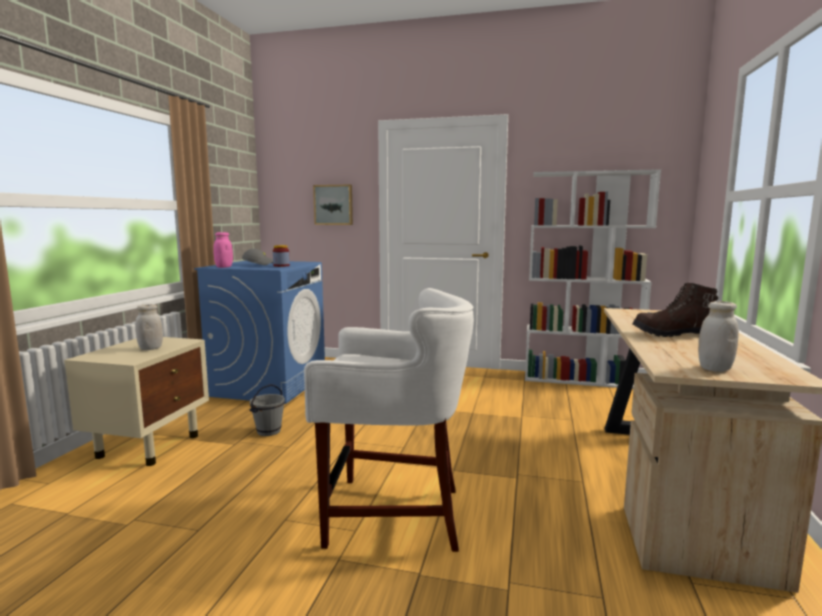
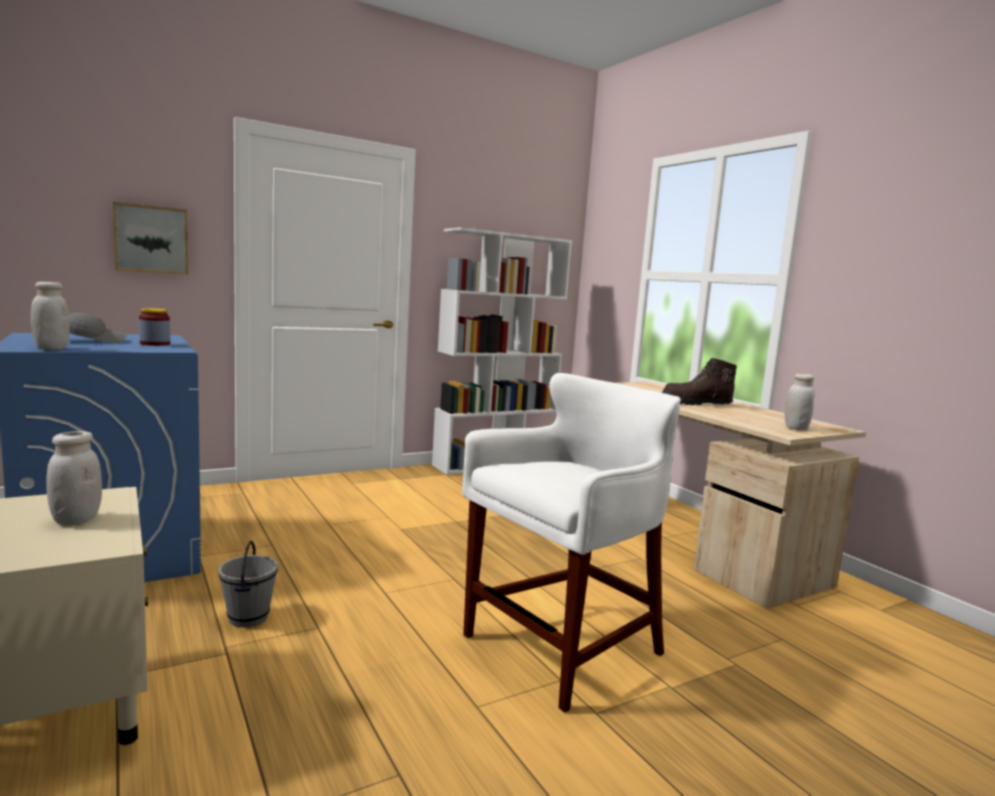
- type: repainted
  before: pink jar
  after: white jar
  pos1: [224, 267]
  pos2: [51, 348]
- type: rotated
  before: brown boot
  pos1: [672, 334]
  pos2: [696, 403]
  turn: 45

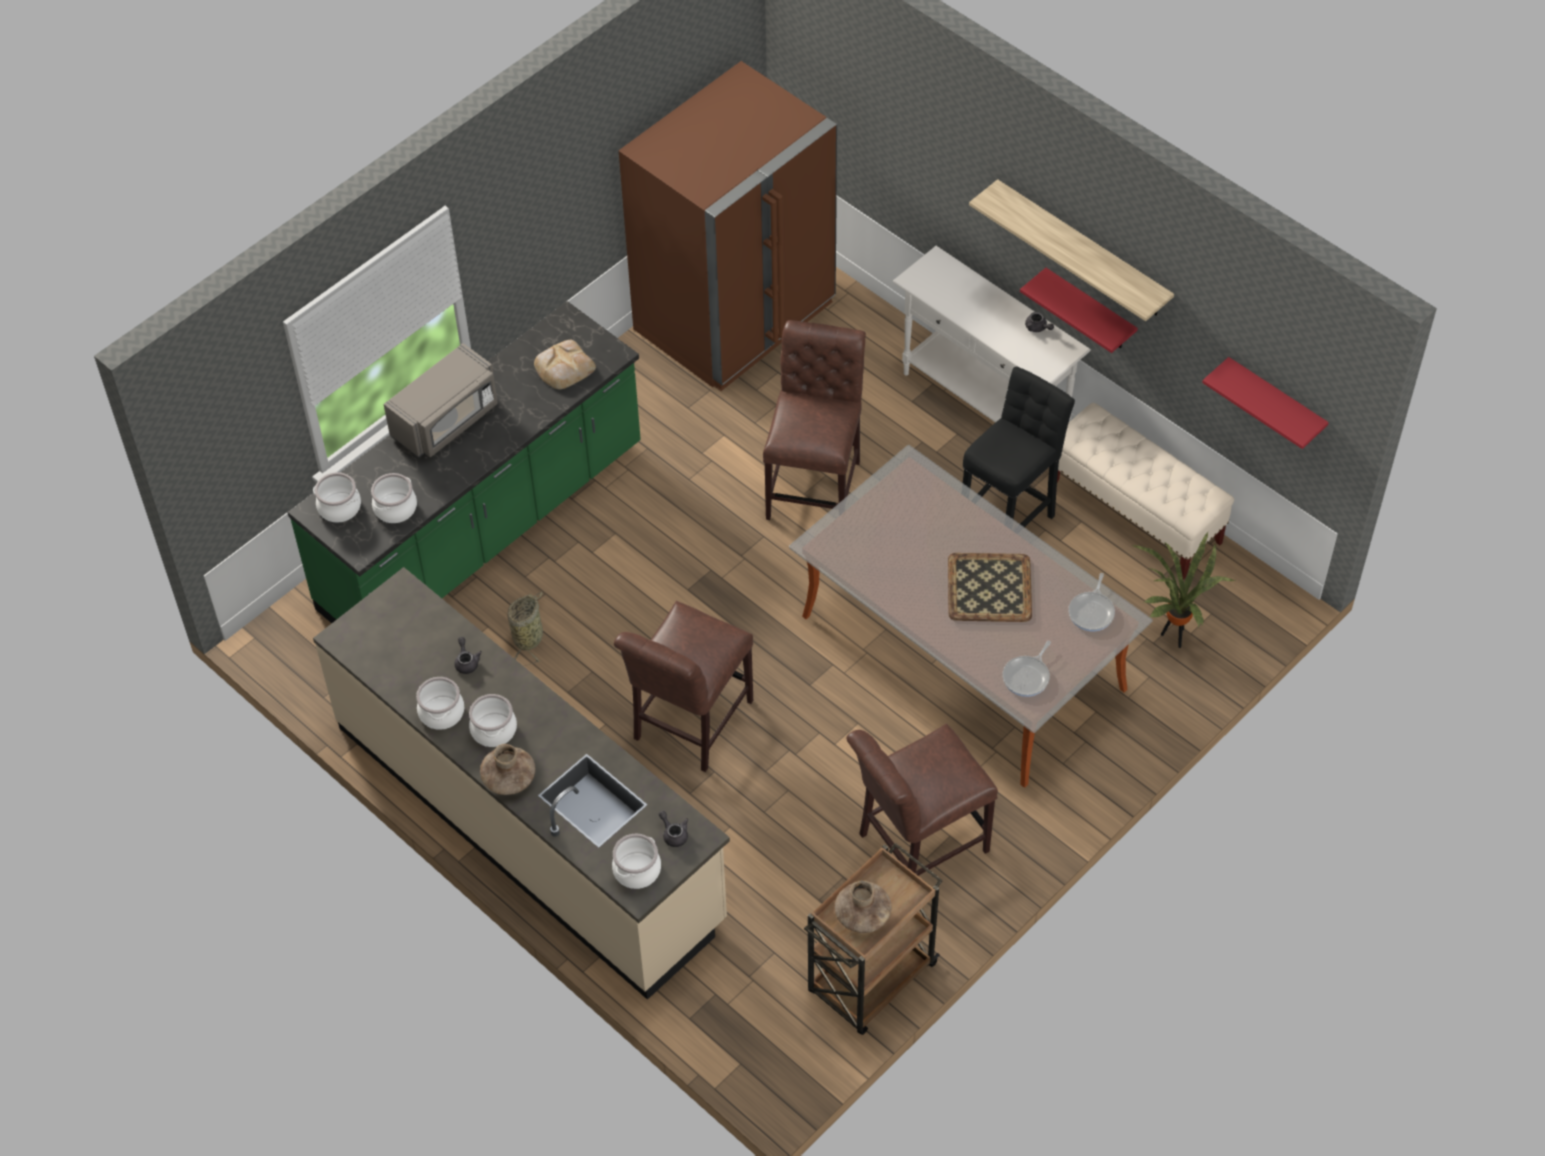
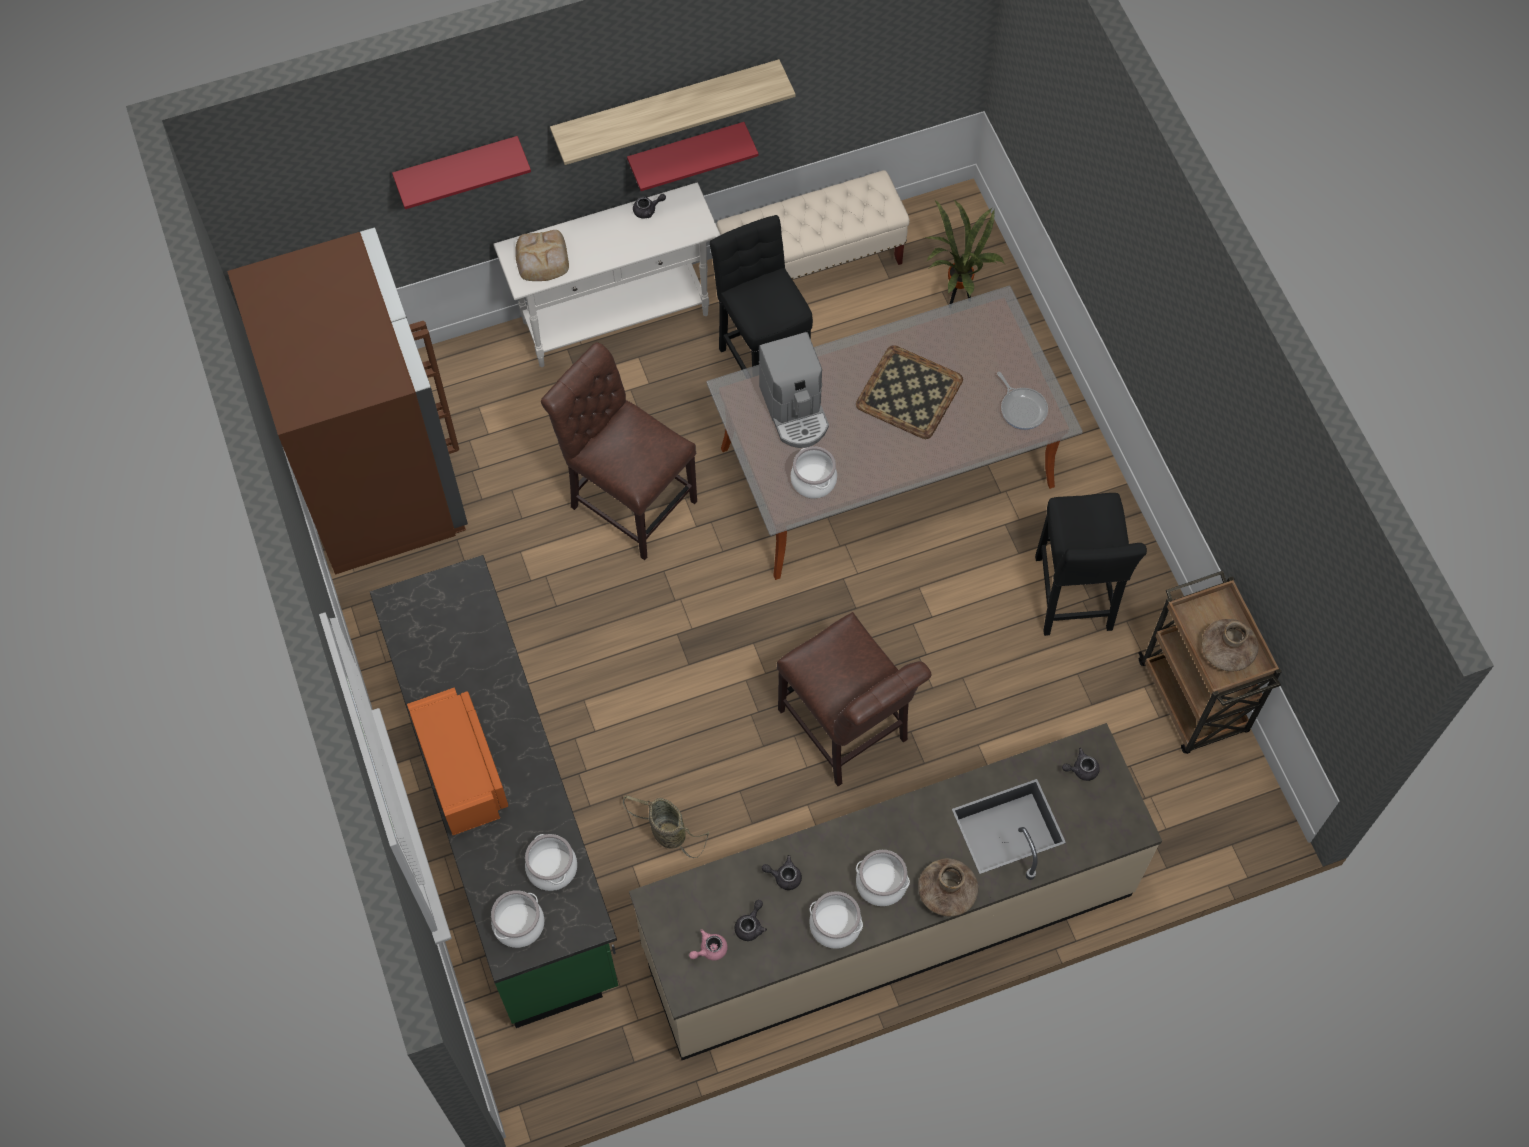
- type: shifted
  before: red shelf
  pos1: [1275, 403]
  pos2: [458, 168]
- type: repainted
  before: grey microwave
  after: orange microwave
  pos1: [447, 420]
  pos2: [462, 771]
- type: shifted
  before: bread
  pos1: [563, 367]
  pos2: [541, 259]
- type: new
  after: pink teapot
  pos2: [709, 949]
- type: new
  after: grey teapot
  pos2: [750, 925]
- type: new
  after: coffee machine
  pos2: [795, 411]
- type: shifted
  before: cooking pot
  pos1: [636, 869]
  pos2: [813, 481]
- type: swapped
  before: brown chair
  after: black stool
  pos1: [916, 845]
  pos2: [1072, 599]
- type: gone
  before: frying pan
  pos1: [1092, 611]

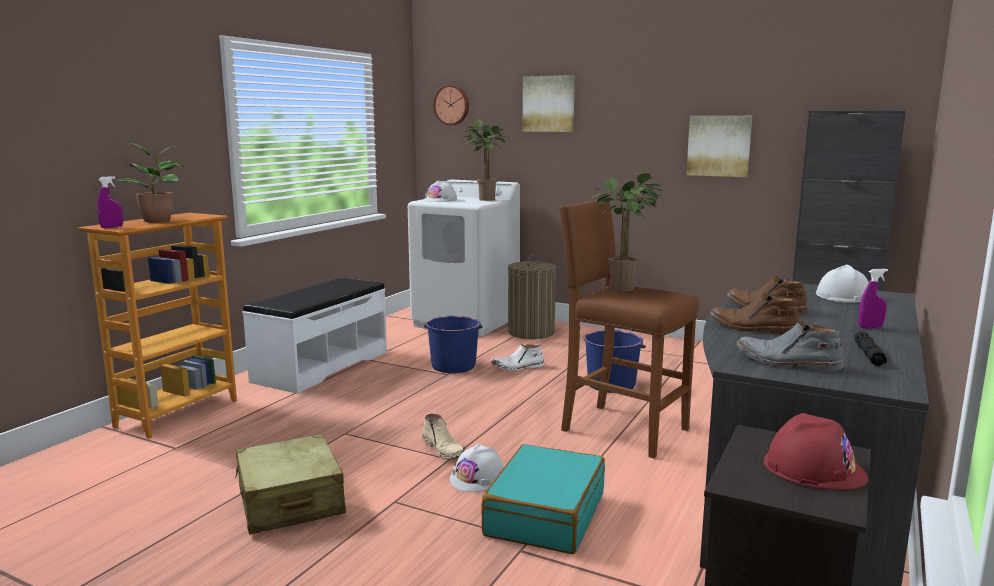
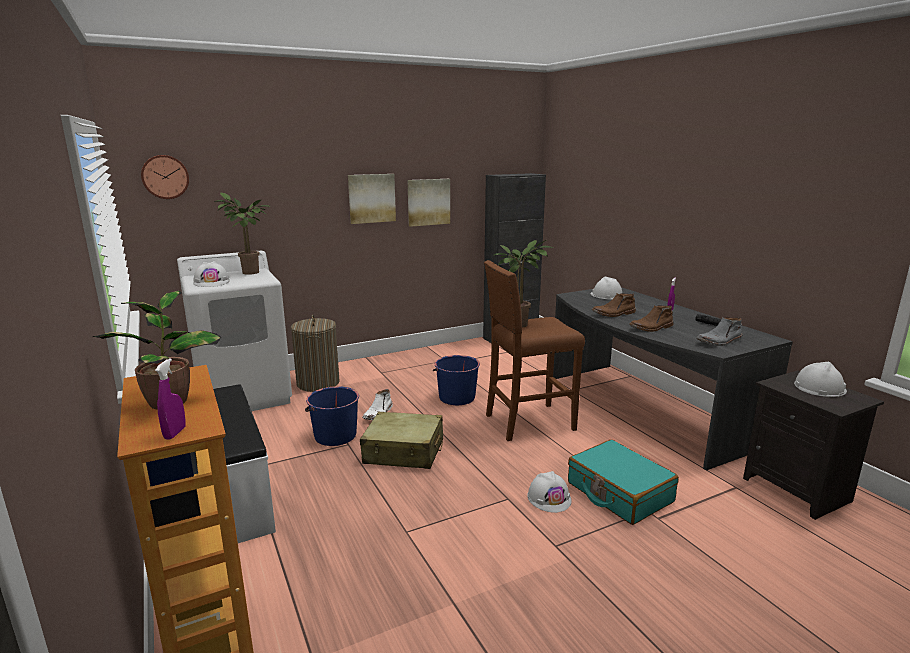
- type: shifted
  before: picture
  pos1: [549, 104]
  pos2: [371, 198]
- type: shifted
  before: beige suitcase
  pos1: [290, 501]
  pos2: [404, 452]
- type: repainted
  before: red hard hat
  after: white hard hat
  pos1: [813, 468]
  pos2: [819, 387]
- type: gone
  before: beige boot
  pos1: [444, 450]

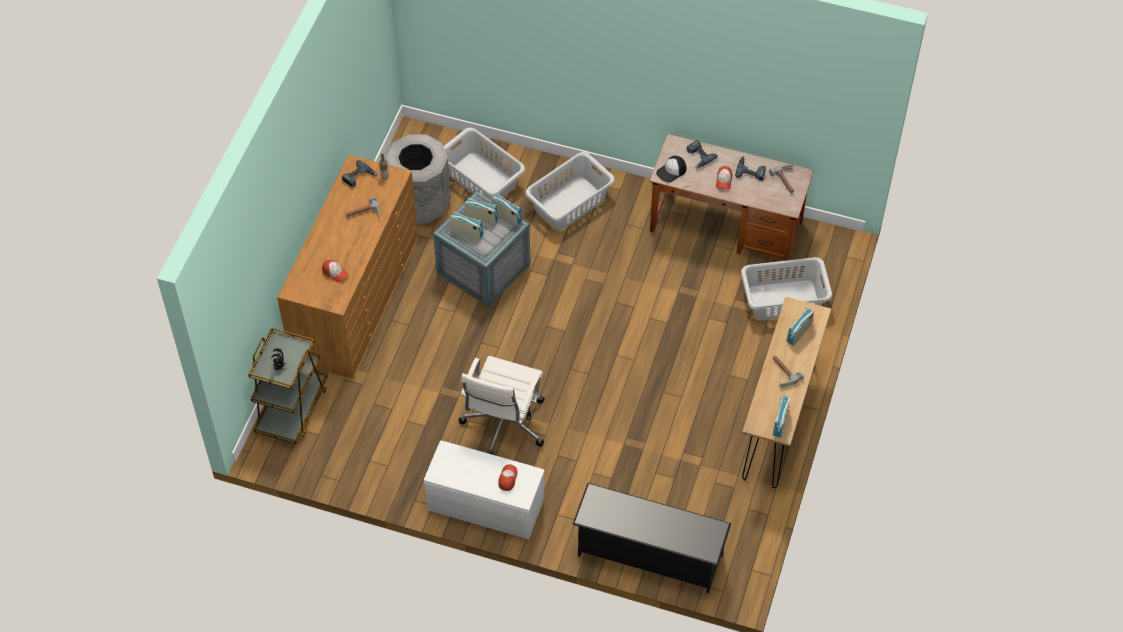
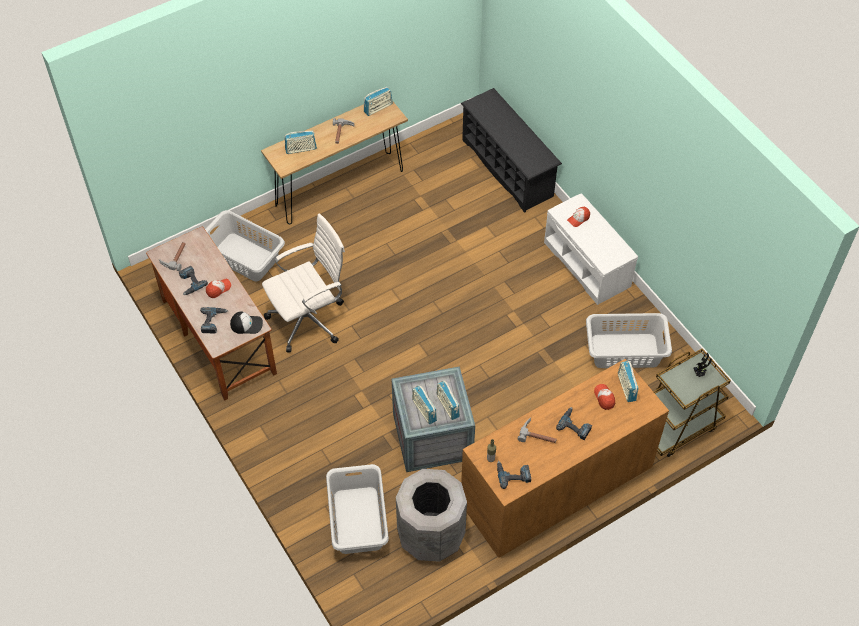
- type: shifted
  before: white office chair
  pos1: [503, 425]
  pos2: [309, 319]
- type: new
  after: power drill
  pos2: [575, 425]
- type: shifted
  before: grey laundry basket
  pos1: [570, 204]
  pos2: [624, 350]
- type: shifted
  before: radio
  pos1: [506, 216]
  pos2: [626, 387]

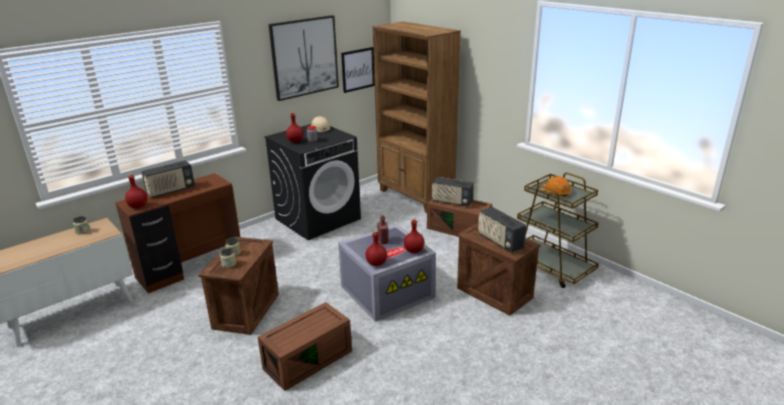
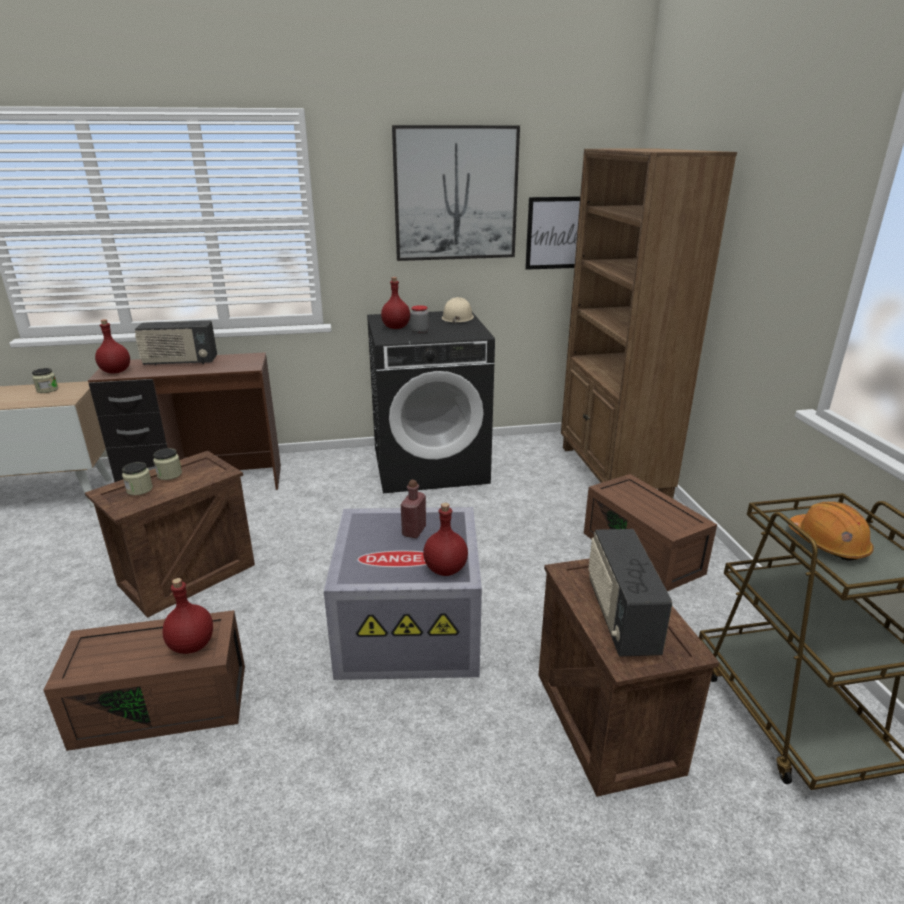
- type: shifted
  before: red bottle
  pos1: [376, 263]
  pos2: [191, 646]
- type: gone
  before: radio
  pos1: [452, 202]

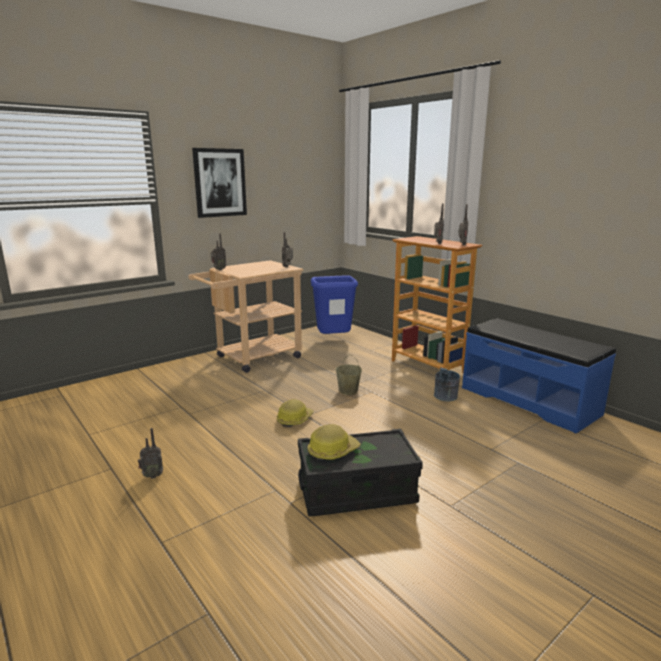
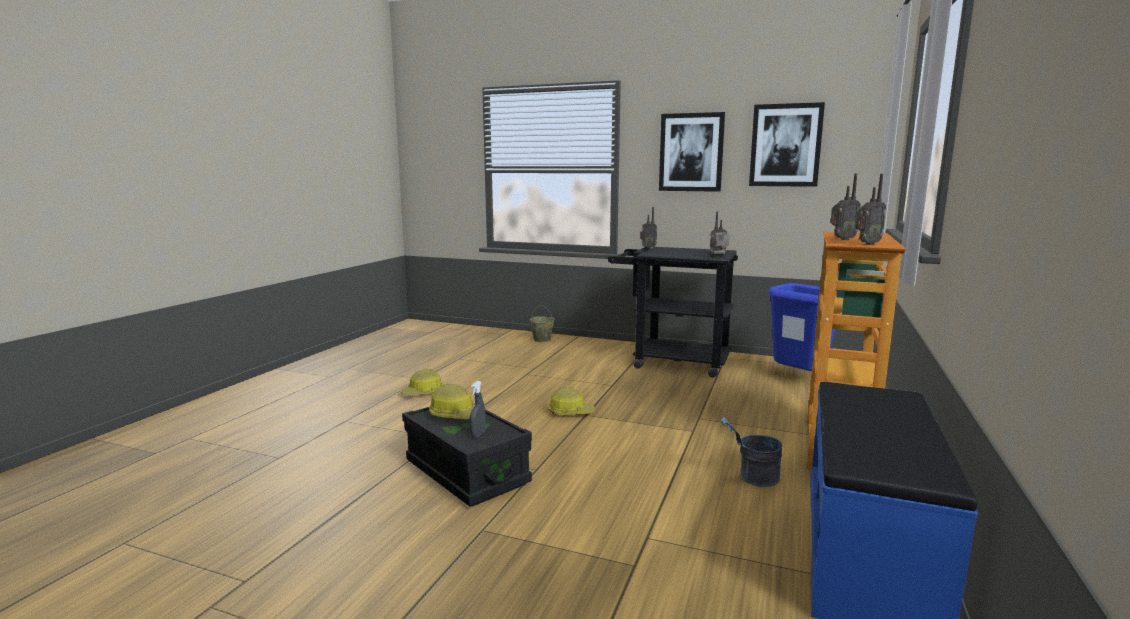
- type: swapped
  before: radio
  after: hard hat
  pos1: [152, 475]
  pos2: [423, 392]
- type: new
  after: grey spray bottle
  pos2: [478, 434]
- type: shifted
  before: beige bucket
  pos1: [348, 391]
  pos2: [542, 340]
- type: repainted
  before: beige cart
  after: black cart
  pos1: [252, 358]
  pos2: [671, 361]
- type: new
  after: picture
  pos2: [785, 145]

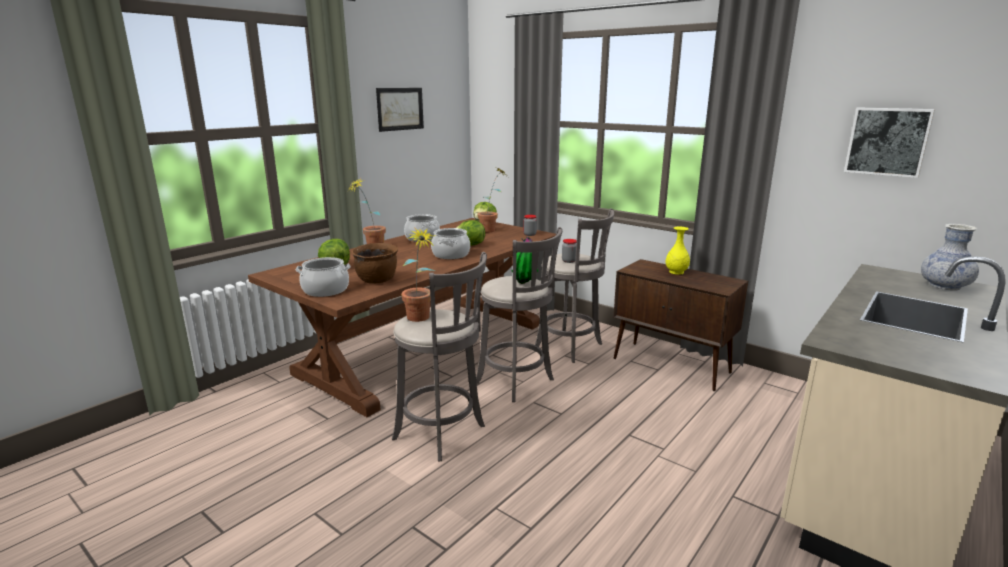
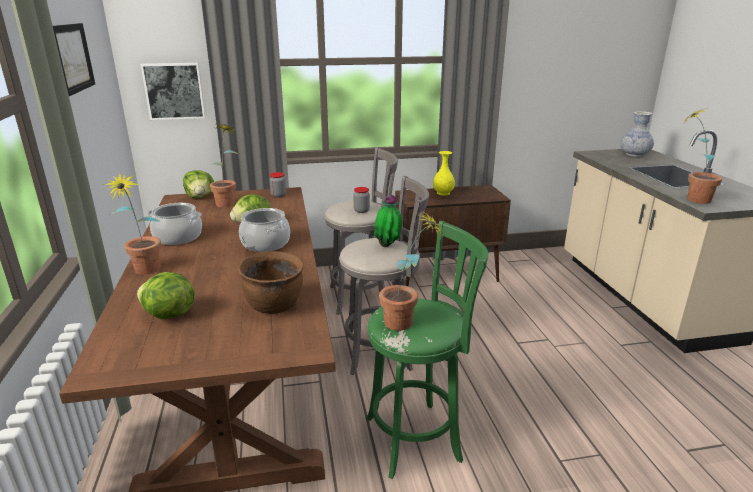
- type: shifted
  before: picture
  pos1: [887, 141]
  pos2: [174, 91]
- type: repainted
  before: grey stool
  after: green stool
  pos1: [443, 434]
  pos2: [418, 437]
- type: new
  after: potted plant
  pos2: [691, 199]
- type: gone
  before: cooking pot
  pos1: [325, 290]

